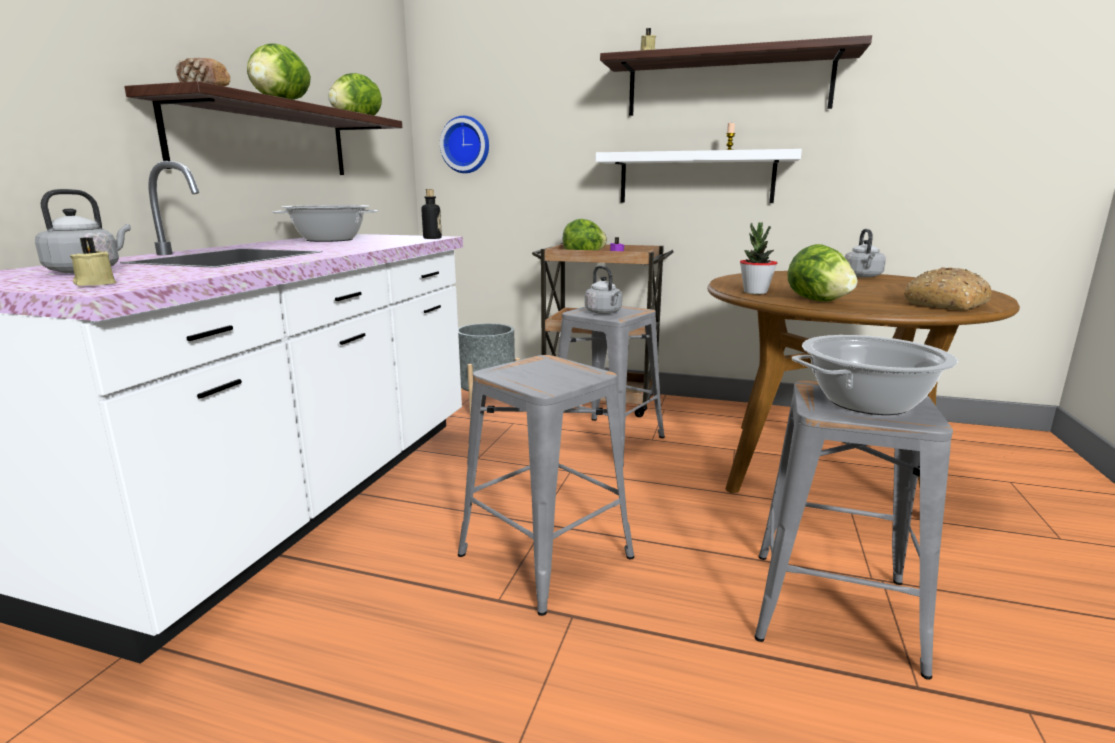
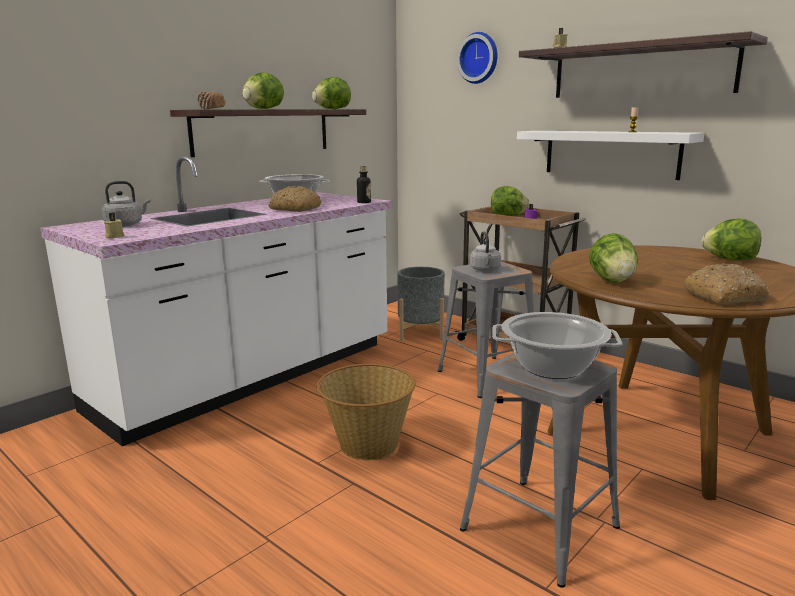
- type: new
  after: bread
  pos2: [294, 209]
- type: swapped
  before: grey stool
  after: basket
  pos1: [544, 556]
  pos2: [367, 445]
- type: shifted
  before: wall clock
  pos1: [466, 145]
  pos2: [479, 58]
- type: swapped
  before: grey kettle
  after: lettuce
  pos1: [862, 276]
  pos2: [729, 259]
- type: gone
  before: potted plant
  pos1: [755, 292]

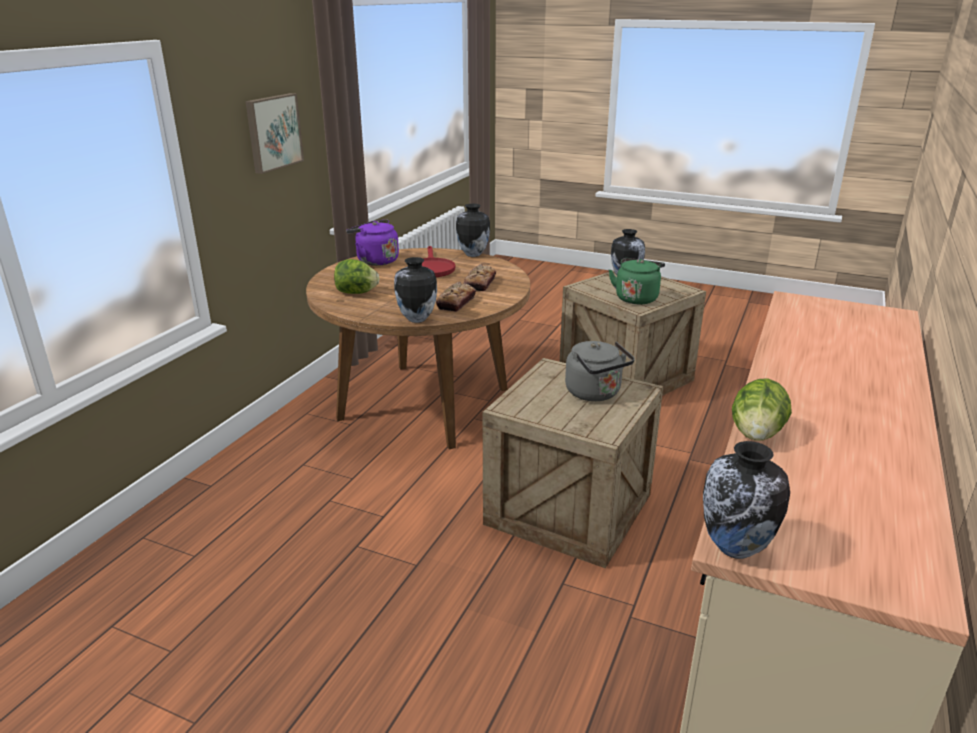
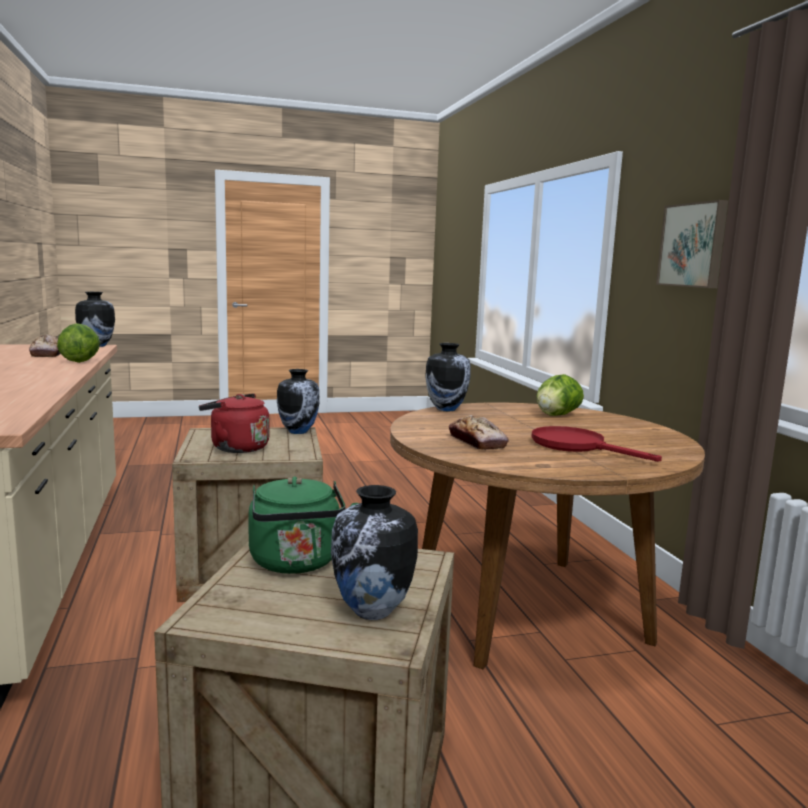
- type: shifted
  before: bread
  pos1: [456, 302]
  pos2: [48, 354]
- type: repainted
  before: grey kettle
  after: red kettle
  pos1: [595, 393]
  pos2: [236, 448]
- type: shifted
  before: vase
  pos1: [472, 254]
  pos2: [298, 431]
- type: gone
  before: purple kettle
  pos1: [375, 261]

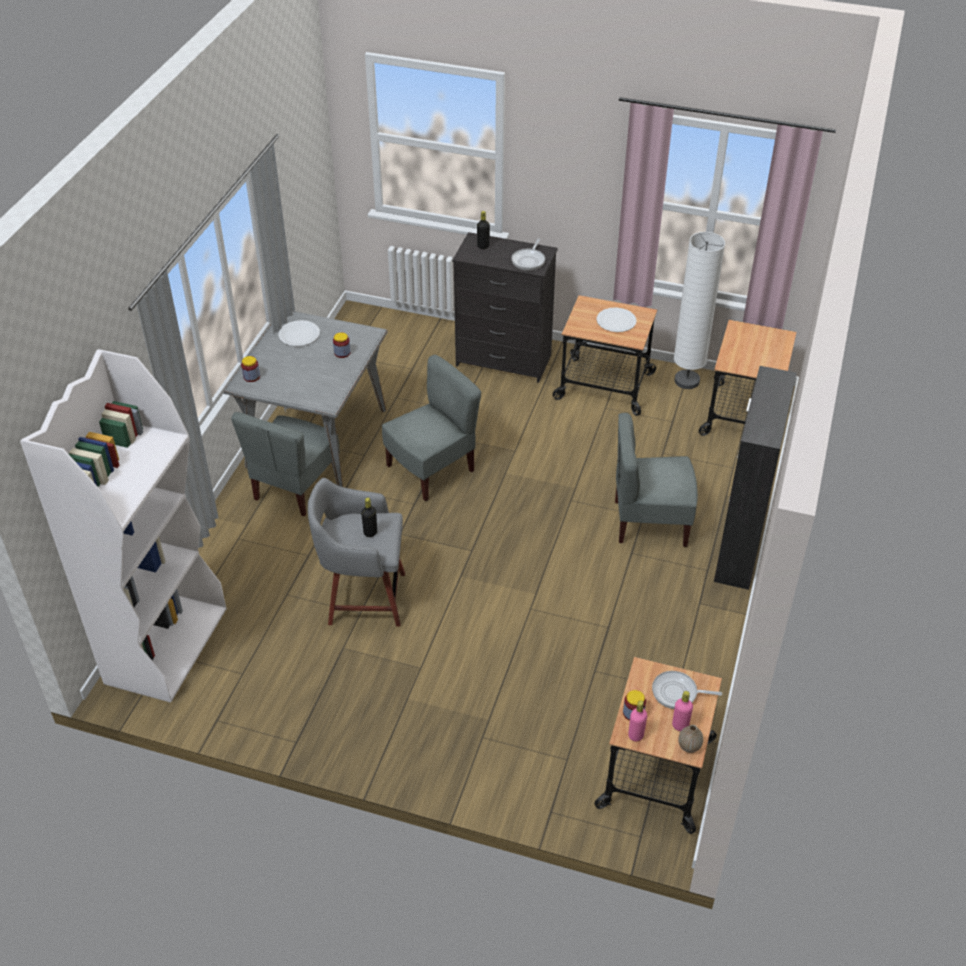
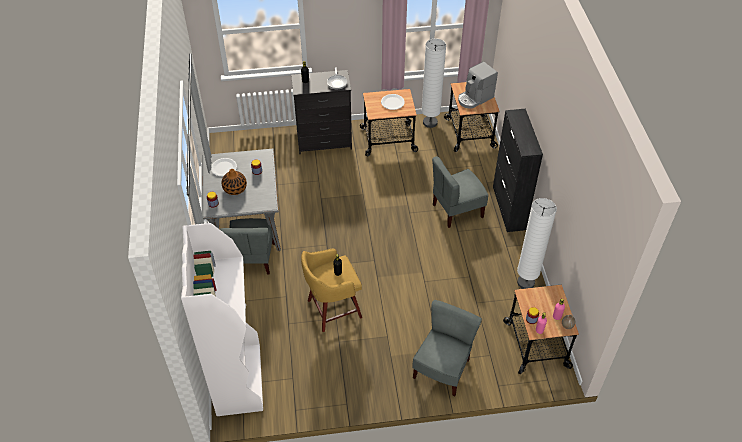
- type: new
  after: vase
  pos2: [235, 189]
- type: repainted
  before: grey stool
  after: yellow stool
  pos1: [363, 598]
  pos2: [332, 309]
- type: shifted
  before: grey chair
  pos1: [432, 469]
  pos2: [442, 369]
- type: new
  after: coffee machine
  pos2: [475, 98]
- type: new
  after: white floor lamp
  pos2: [525, 282]
- type: gone
  before: frying pan
  pos1: [677, 693]

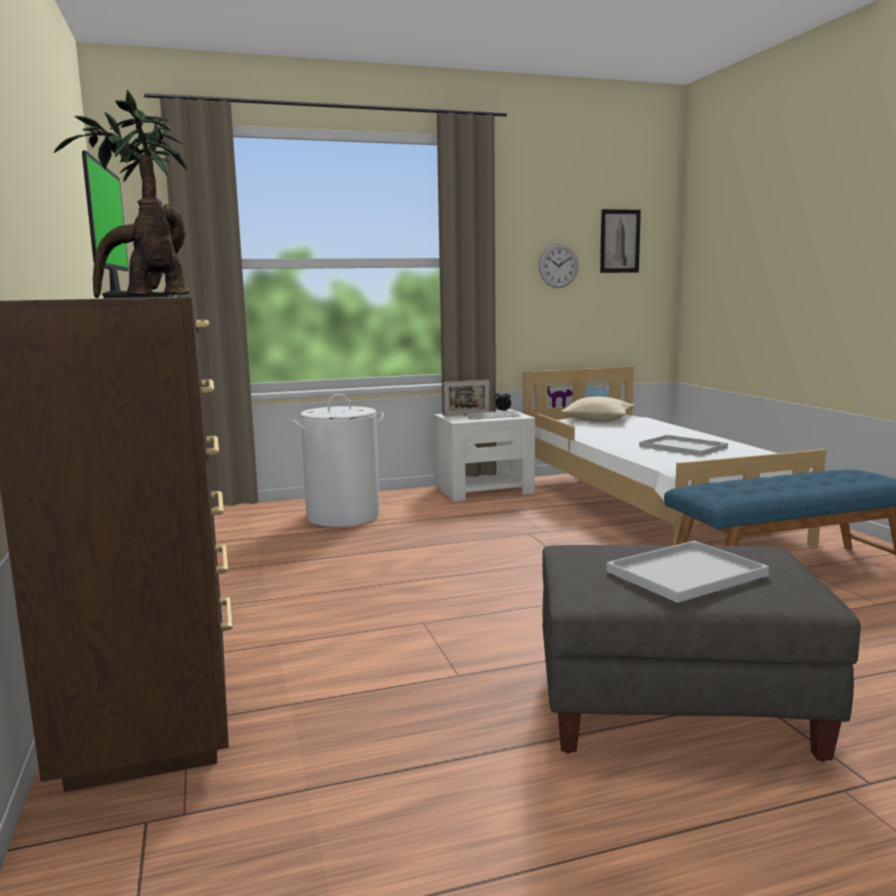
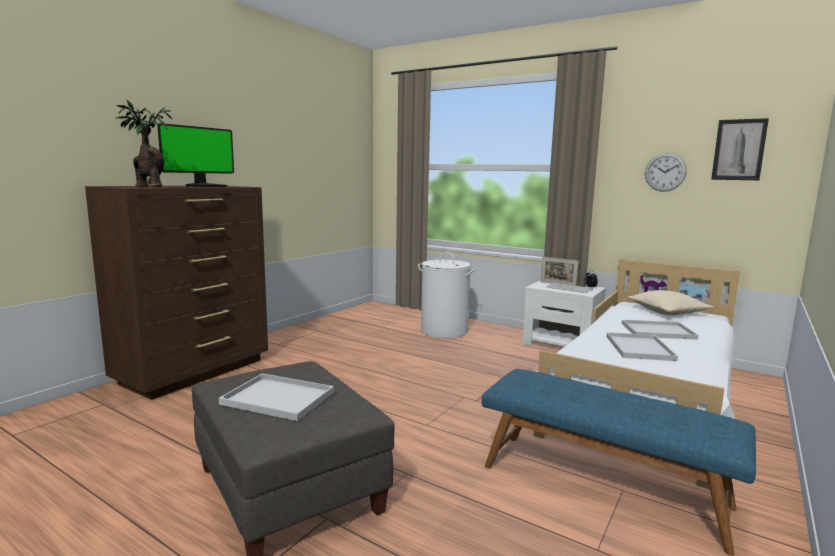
- type: new
  after: white tray
  pos2: [656, 331]

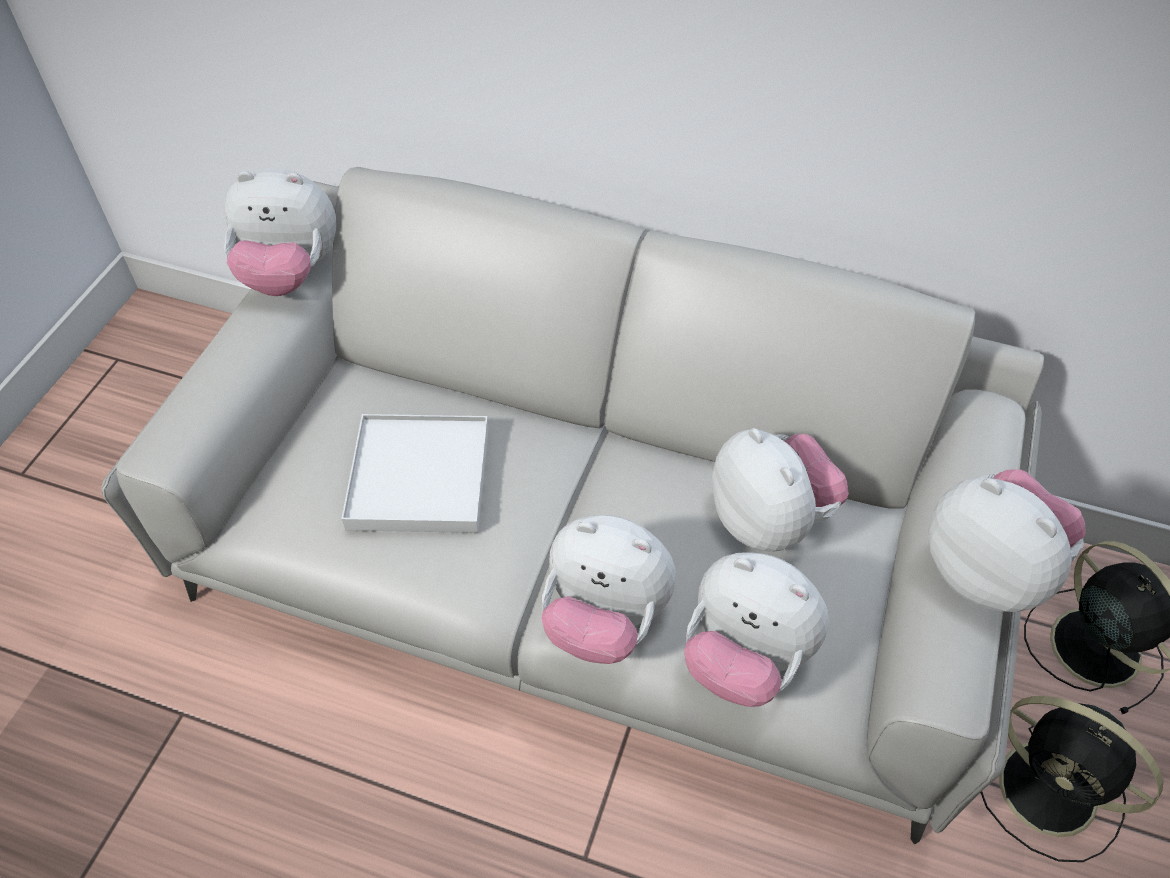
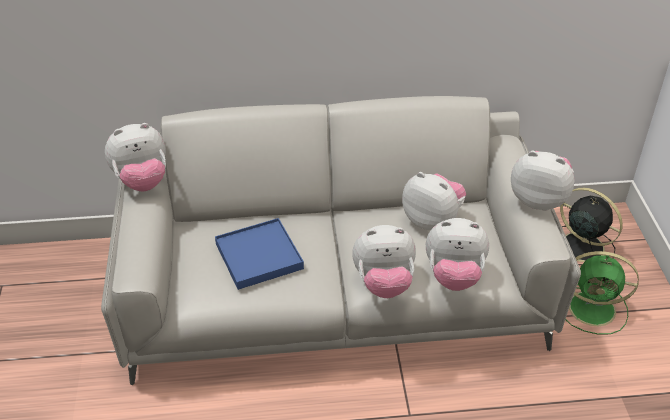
- type: repainted
  before: white tray
  after: blue tray
  pos1: [419, 477]
  pos2: [258, 256]
- type: repainted
  before: black fan
  after: green fan
  pos1: [1052, 791]
  pos2: [594, 309]

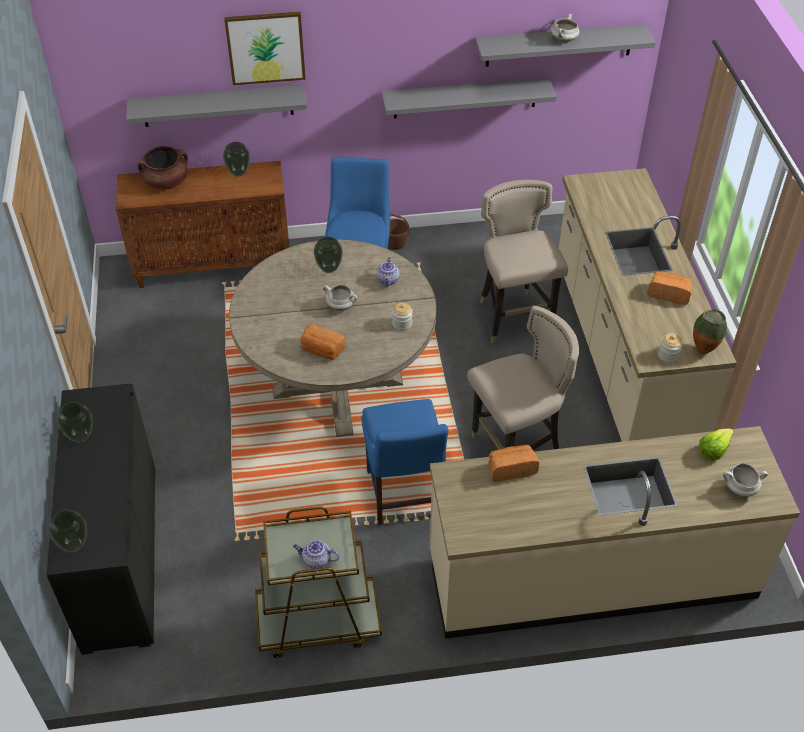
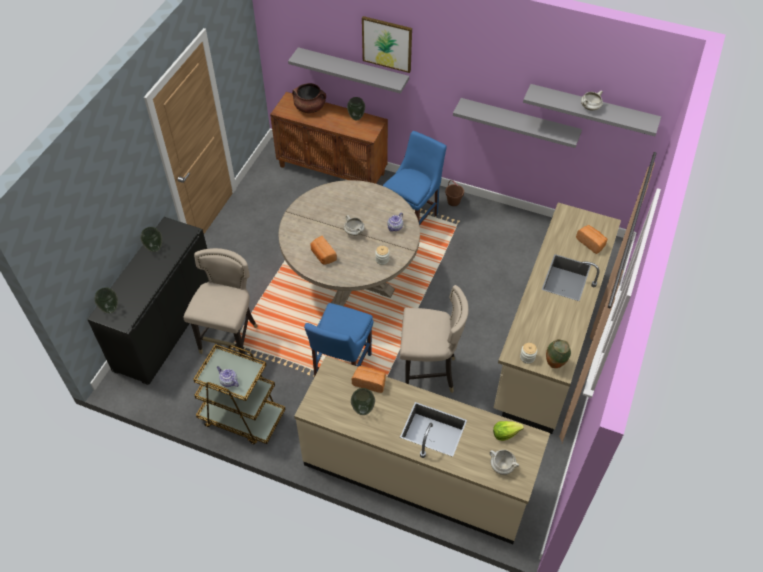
- type: shifted
  before: beige stool
  pos1: [514, 318]
  pos2: [231, 342]
- type: shifted
  before: vase
  pos1: [328, 269]
  pos2: [363, 409]
- type: shifted
  before: bread
  pos1: [669, 294]
  pos2: [591, 243]

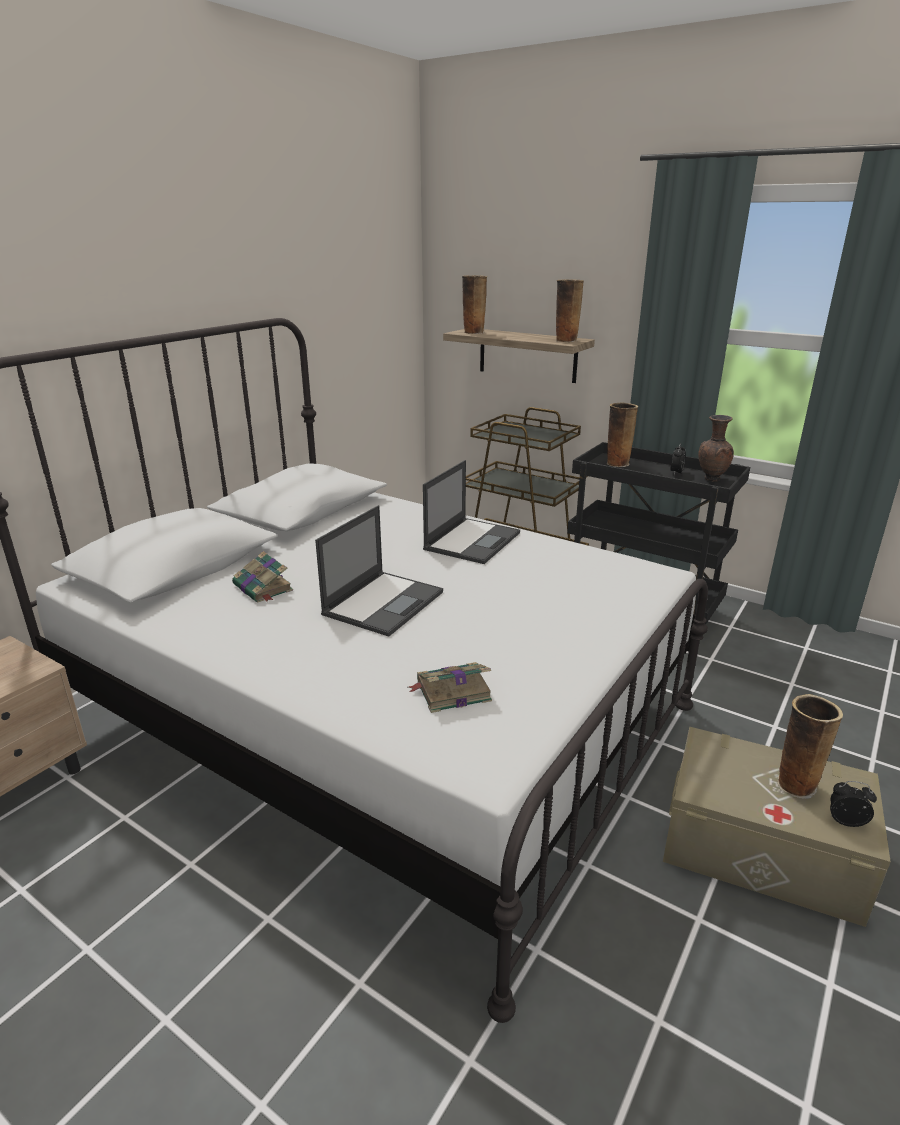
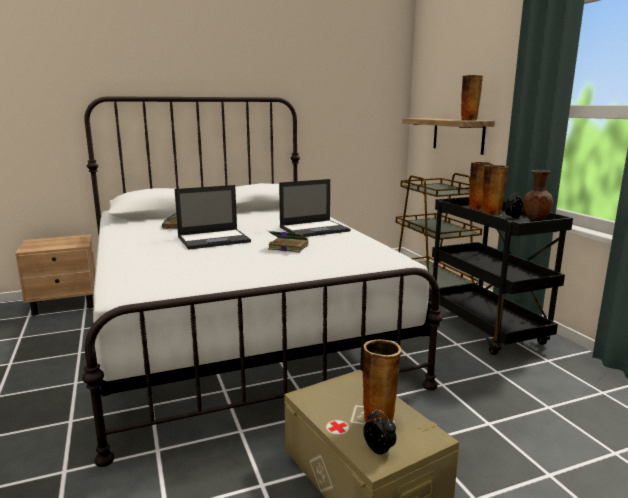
- type: shifted
  before: book
  pos1: [451, 692]
  pos2: [287, 247]
- type: shifted
  before: vase
  pos1: [473, 332]
  pos2: [491, 214]

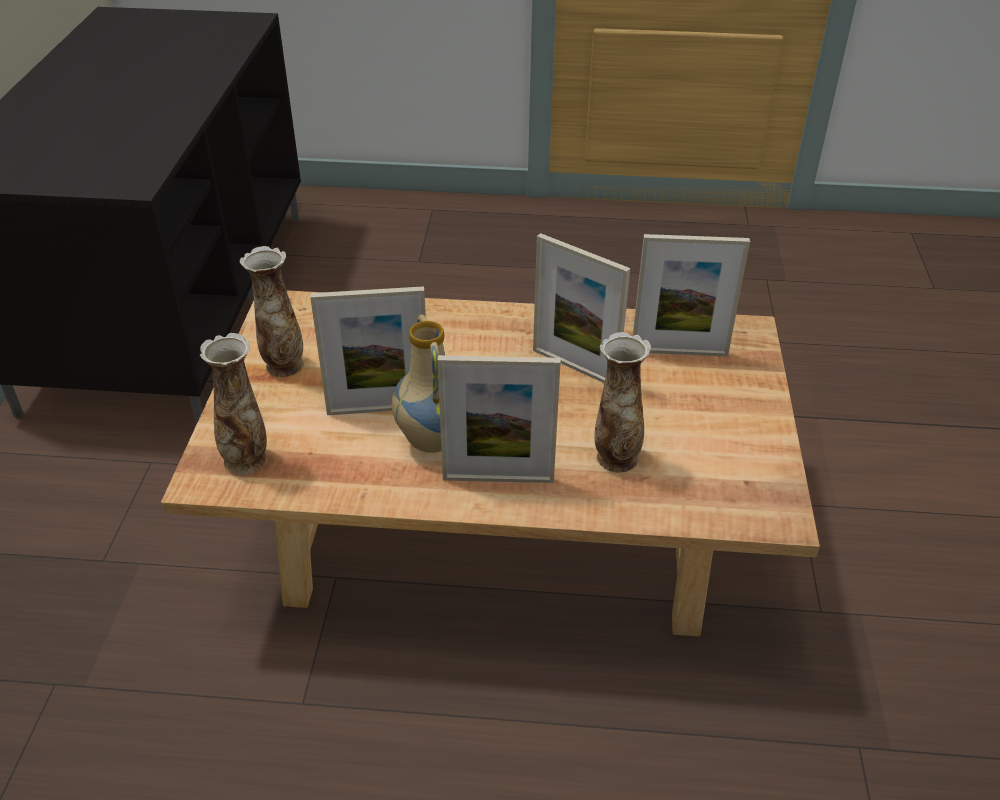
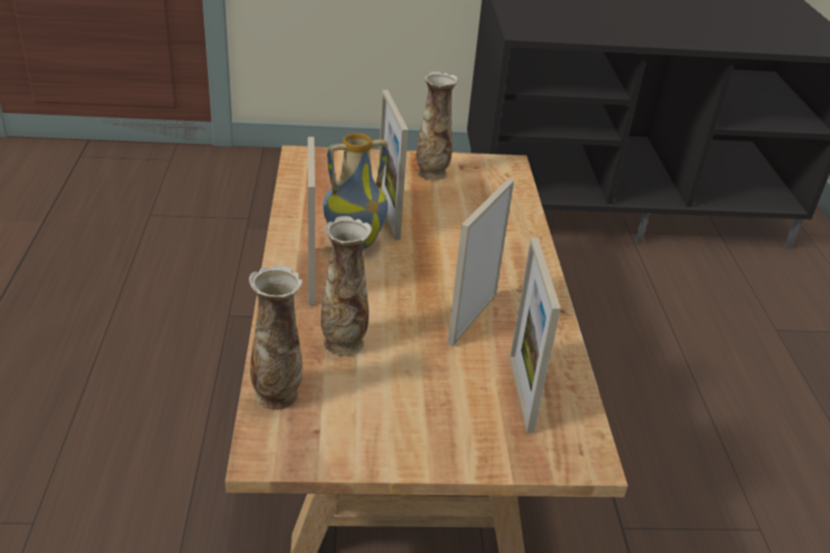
- type: shifted
  before: vase
  pos1: [246, 459]
  pos2: [277, 395]

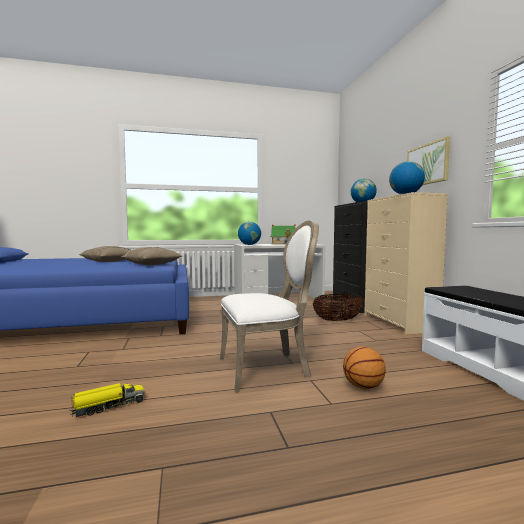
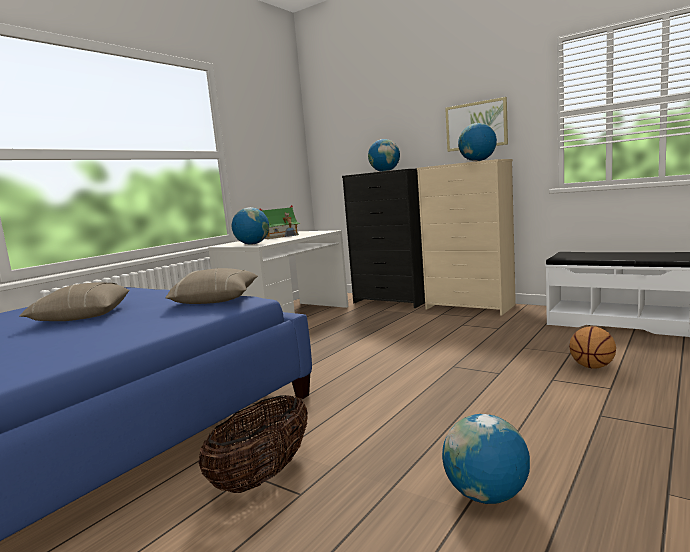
- type: shifted
  before: basket
  pos1: [337, 320]
  pos2: [263, 476]
- type: swapped
  before: toy truck
  after: globe
  pos1: [108, 406]
  pos2: [486, 495]
- type: gone
  before: white chair
  pos1: [267, 368]

